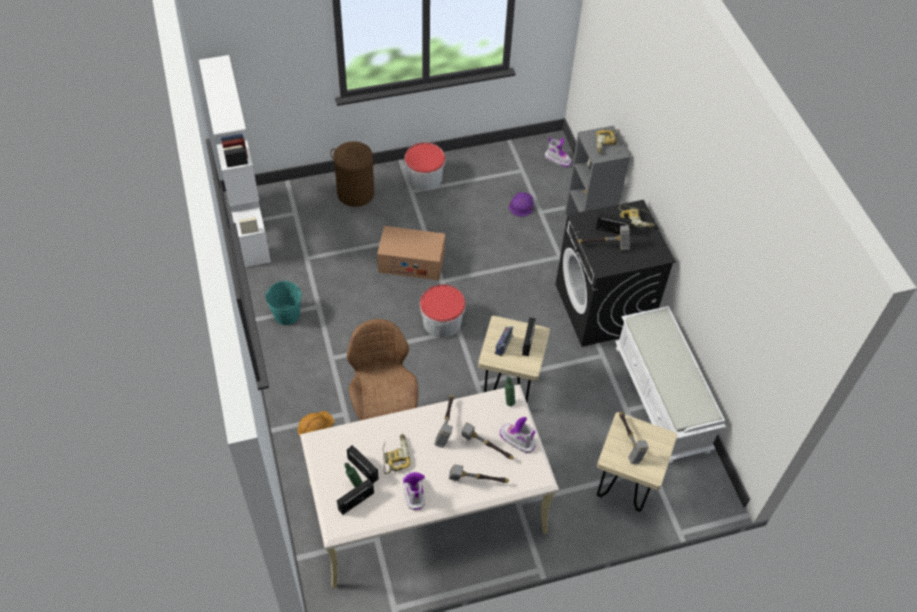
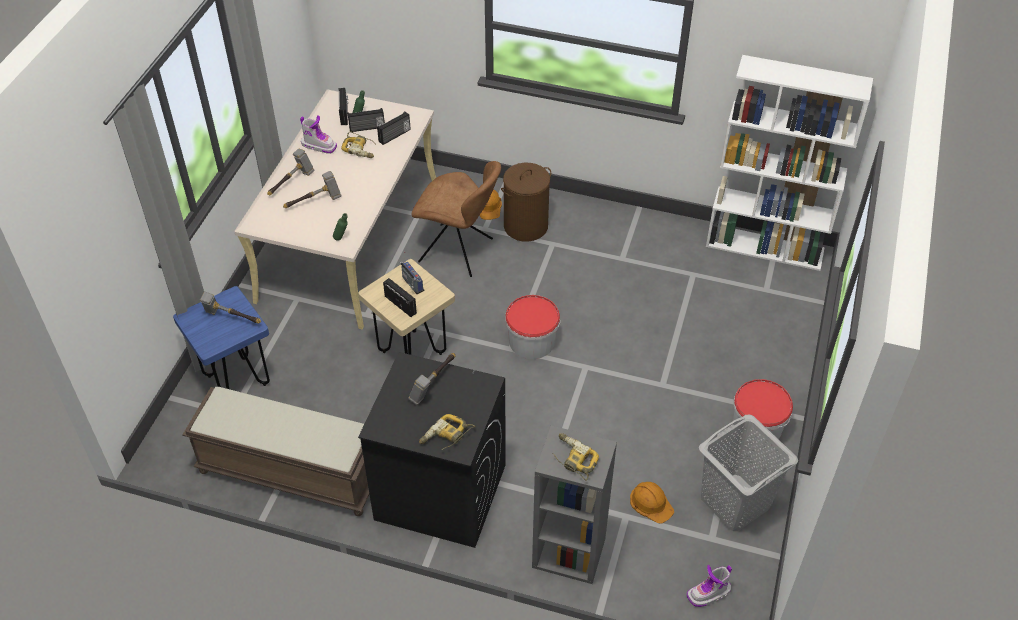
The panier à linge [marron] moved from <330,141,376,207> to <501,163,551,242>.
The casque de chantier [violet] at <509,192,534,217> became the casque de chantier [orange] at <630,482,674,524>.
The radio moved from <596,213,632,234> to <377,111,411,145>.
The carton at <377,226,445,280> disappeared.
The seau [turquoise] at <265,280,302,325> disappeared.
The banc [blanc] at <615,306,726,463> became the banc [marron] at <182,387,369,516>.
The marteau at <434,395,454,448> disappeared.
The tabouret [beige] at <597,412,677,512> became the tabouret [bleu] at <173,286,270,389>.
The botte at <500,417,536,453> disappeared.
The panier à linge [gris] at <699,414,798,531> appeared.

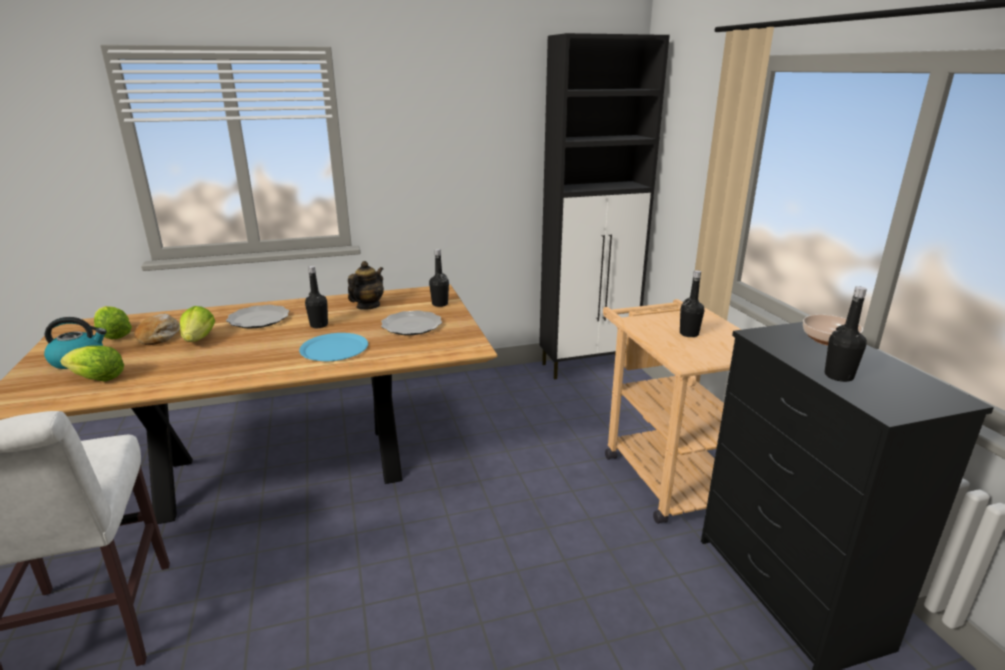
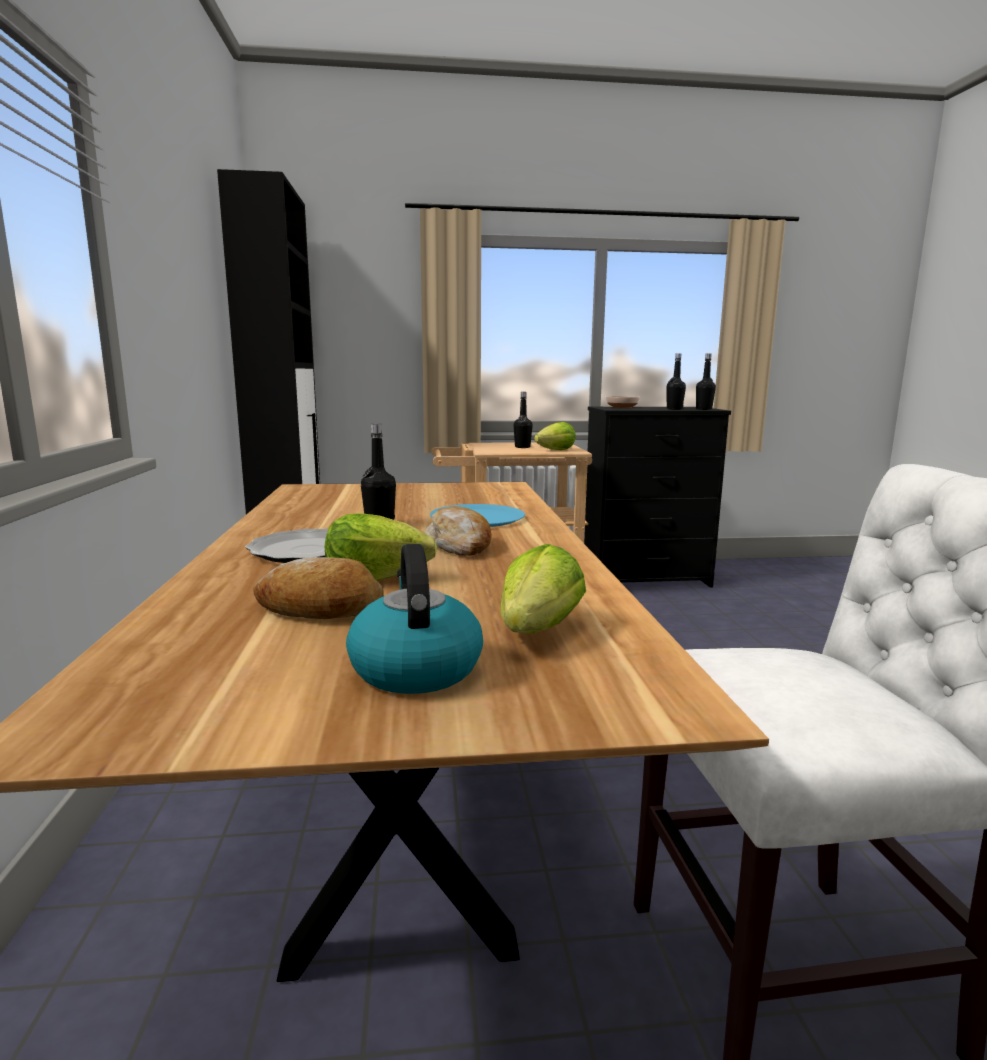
The bouteille [noir] moved from <429,249,449,307> to <696,354,716,410>.
The théière at <348,261,384,310> disappeared.
The laitue moved from <94,306,132,339> to <534,422,576,450>.
The assiette at <381,310,442,335> disappeared.
The pain at <425,506,492,556> appeared.

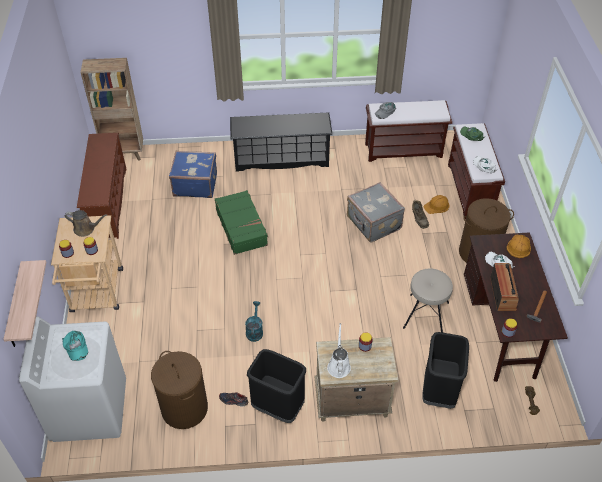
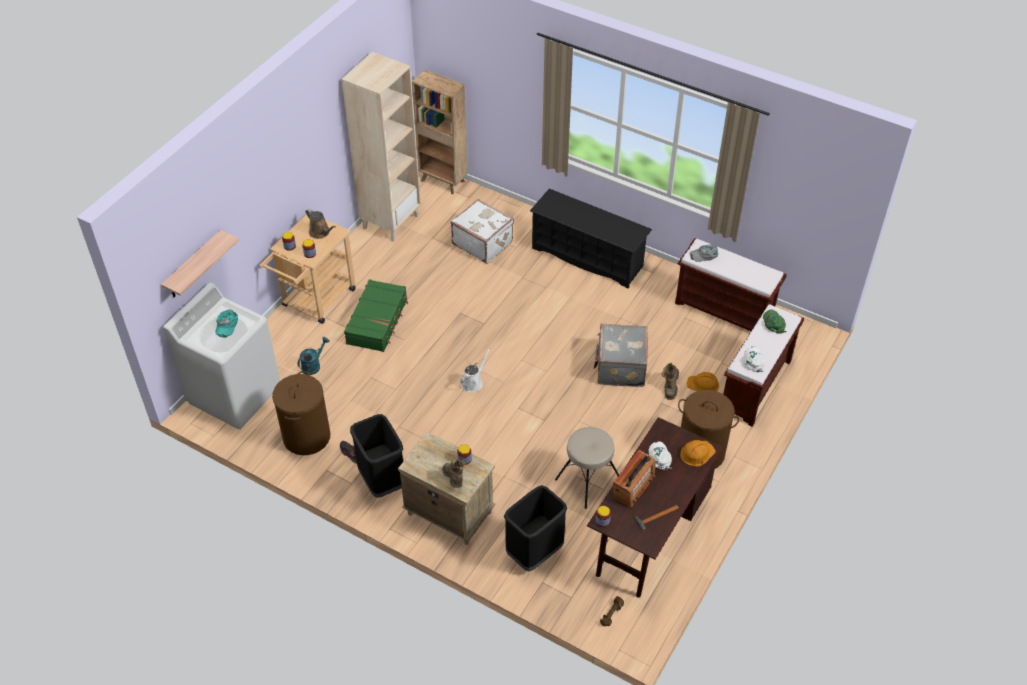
The étagère à chaussures [marron] at <77,133,126,239> was replaced by the bibliothèque [beige] at <341,52,421,242>.
The valise [bleu] at <169,151,217,198> became the valise [blanc] at <451,199,514,264>.
The valise [vert] moved from <215,190,268,255> to <344,279,408,352>.
The arrosoir [turquoise] moved from <245,301,263,342> to <298,337,329,375>.
The arrosoir [blanc] moved from <327,323,351,378> to <460,348,491,393>.
The botte [marron] at <442,459,465,488> appeared.

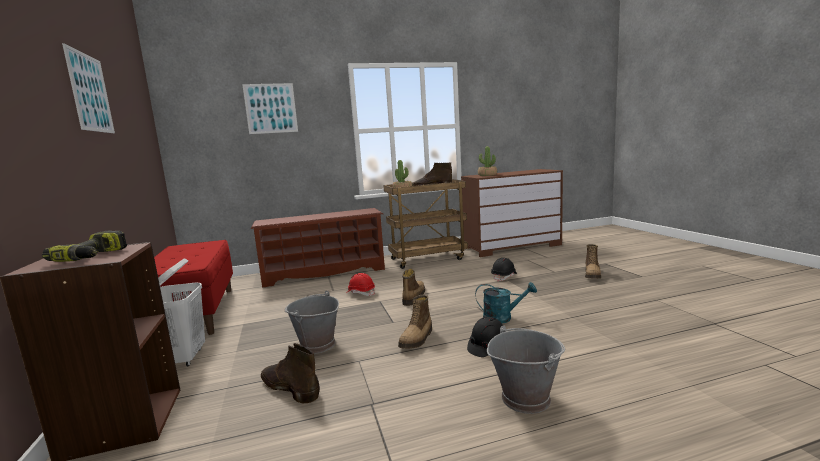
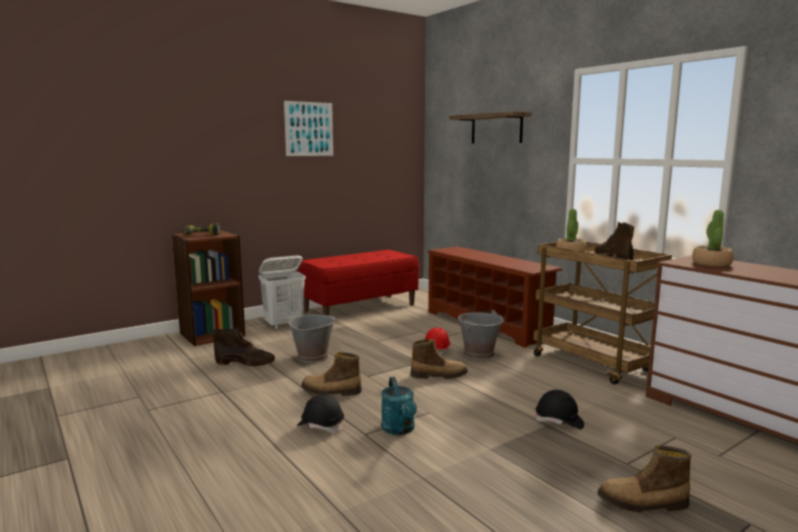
The tableau at <242,83,298,134> was replaced by the étagère at <449,111,532,144>.
The seau [gris] moved from <487,325,565,414> to <458,310,504,360>.
The botte [marron] at <261,343,320,403> turned 75 degrees clockwise.

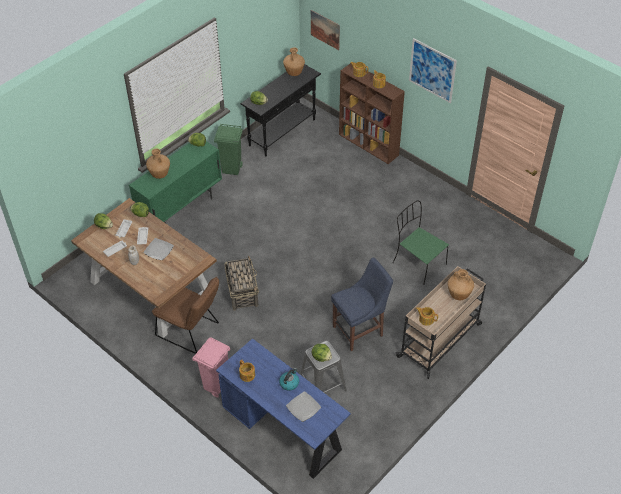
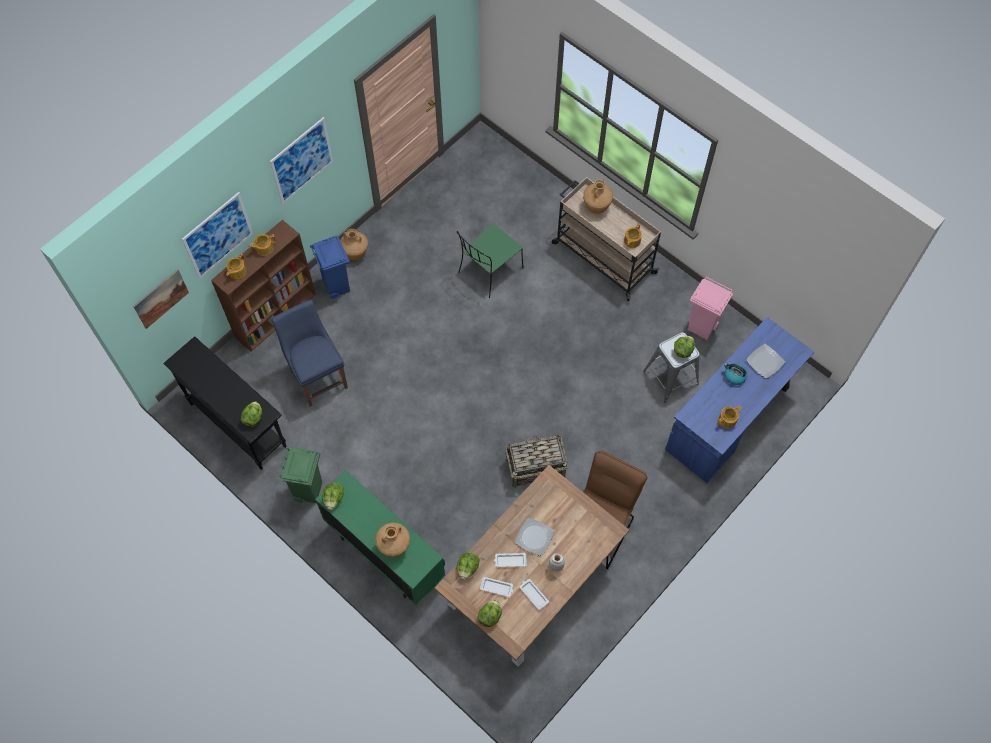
The vase [marron] moved from <283,47,305,76> to <340,229,368,260>.
The chaise [bleu] moved from <331,258,393,351> to <272,300,348,407>.
The poubelle [rose] moved from <192,337,230,398> to <688,276,733,340>.
The tableau at <182,192,253,279> appeared.
The poubelle [bleu] at <310,236,350,299> appeared.

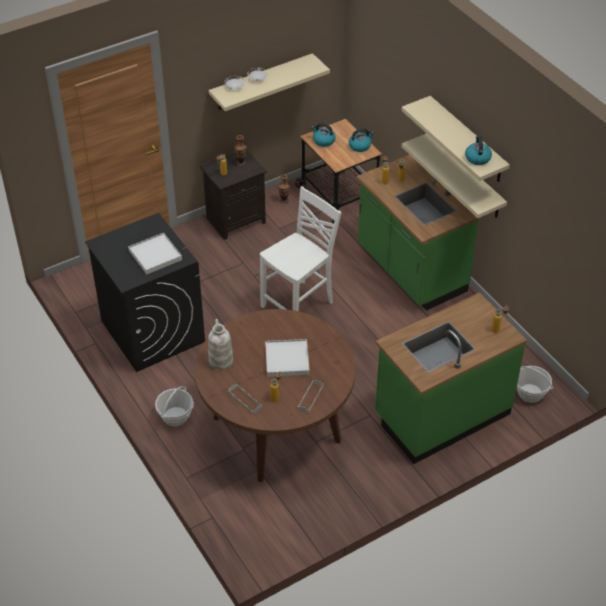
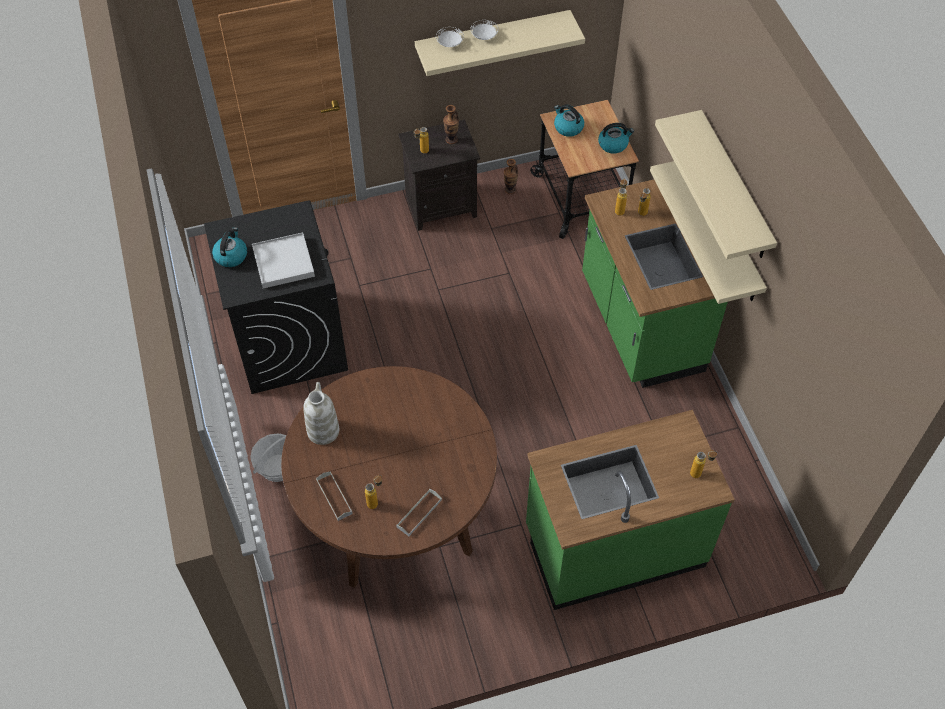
The bouilloire moved from <465,136,492,165> to <212,227,247,267>.
The chaise [blanc] at <260,186,342,311> disappeared.
The plateau [blanc] at <265,339,310,377> disappeared.
The panier at <517,366,553,403> disappeared.

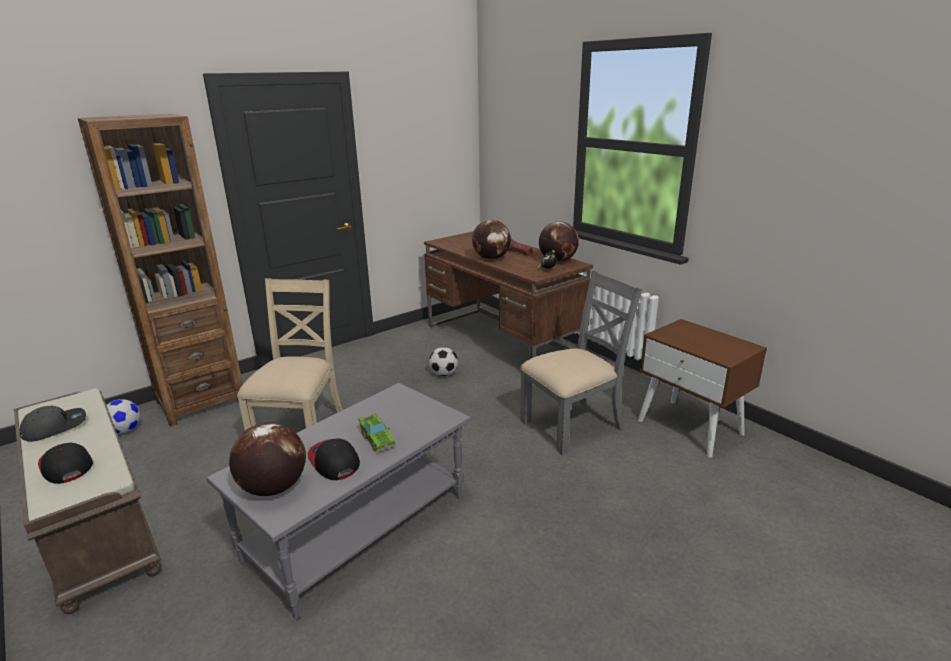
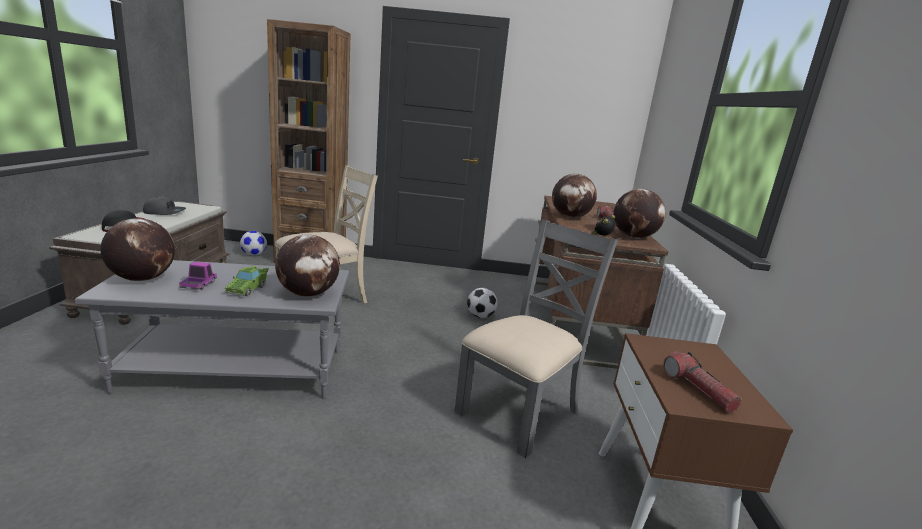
The chaise [gris] at <520,270,642,455> turned 60 degrees counterclockwise.
The casquette at <308,439,360,480> was replaced by the camion jouet at <179,262,217,290>.
The globe at <275,234,340,297> appeared.
The lampe de poche at <663,351,742,413> appeared.

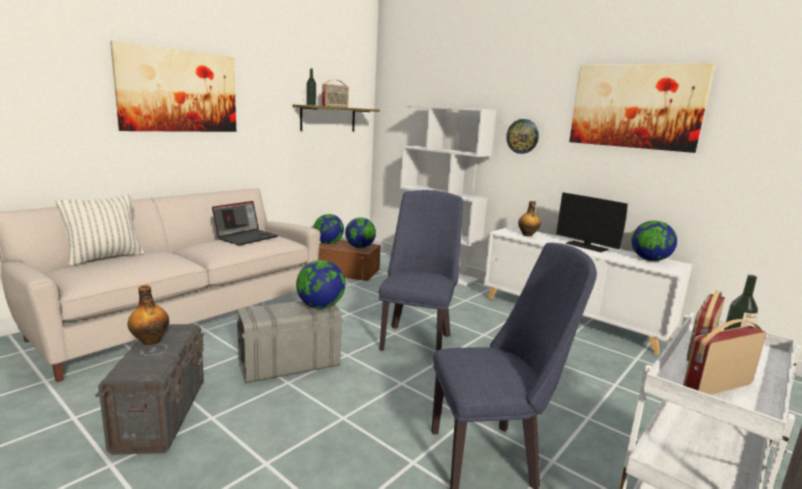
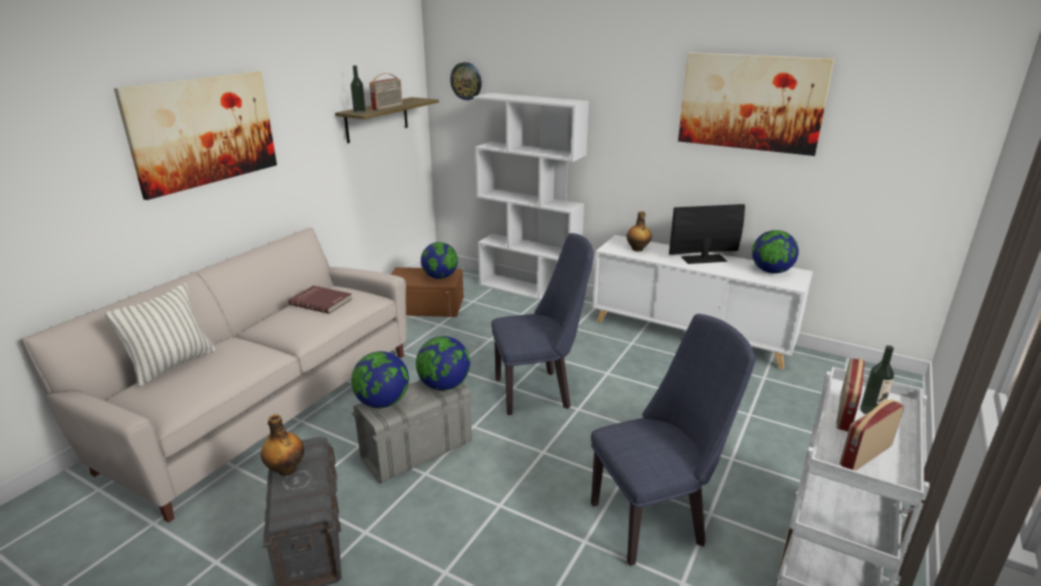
The horloge murale moved from <506,119,539,154> to <450,62,482,100>.
The chaise [bleu] at <379,190,463,351> turned 75 degrees clockwise.
The écran d'ordinateur at <556,193,628,252> turned 135 degrees clockwise.
The ordinateur portable at <212,201,278,245> was replaced by the livre [rouge] at <288,286,352,314>.
The globe moved from <314,214,344,244> to <351,351,409,408>.

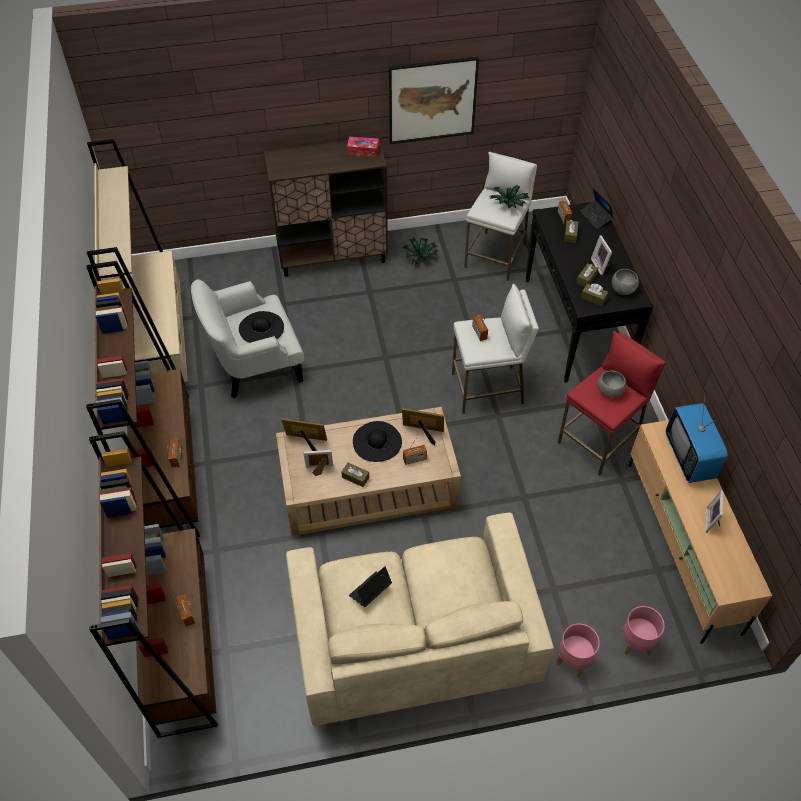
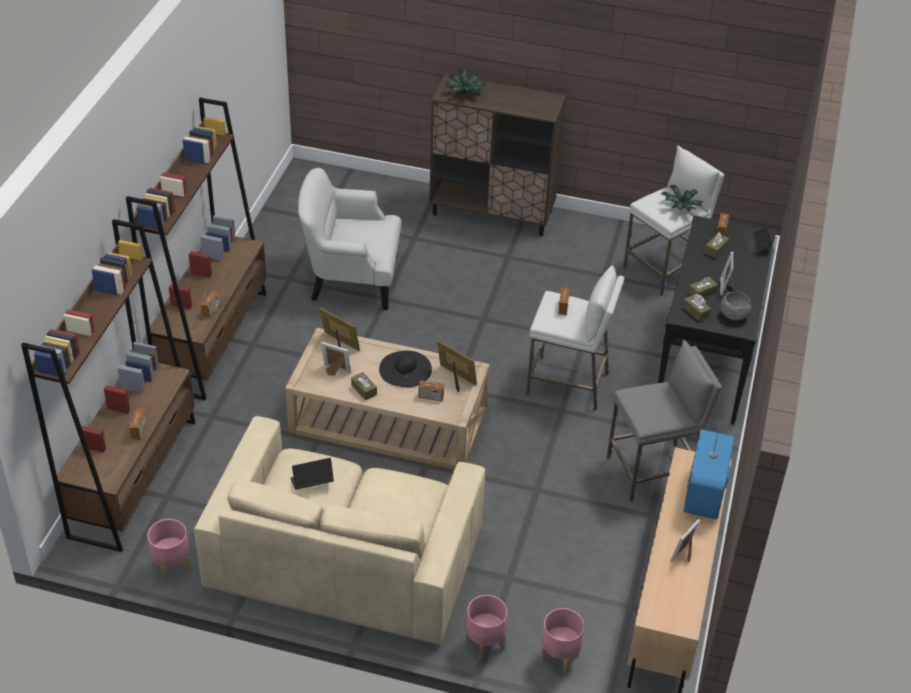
The tableau at <389,56,479,144> disappeared.
The boîte à mouchoirs at <347,137,379,157> disappeared.
The bibliothèque [beige] at <87,139,189,396> disappeared.
The plante en pot moved from <403,237,439,264> to <444,69,487,94>.
The chapeau [noir] at <239,311,284,343> disappeared.
The tabouret [rouge] at <558,331,665,475> became the tabouret [gris] at <607,340,722,502>.
The bol [gris] at <597,370,626,398> disappeared.
The cache-pot [rose] at <147,519,190,582> appeared.

